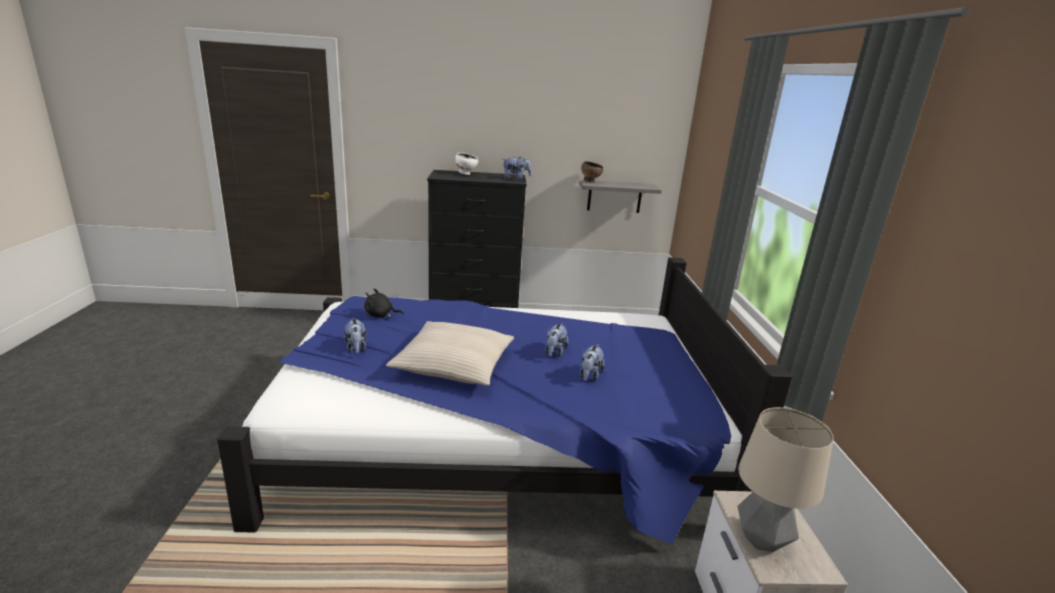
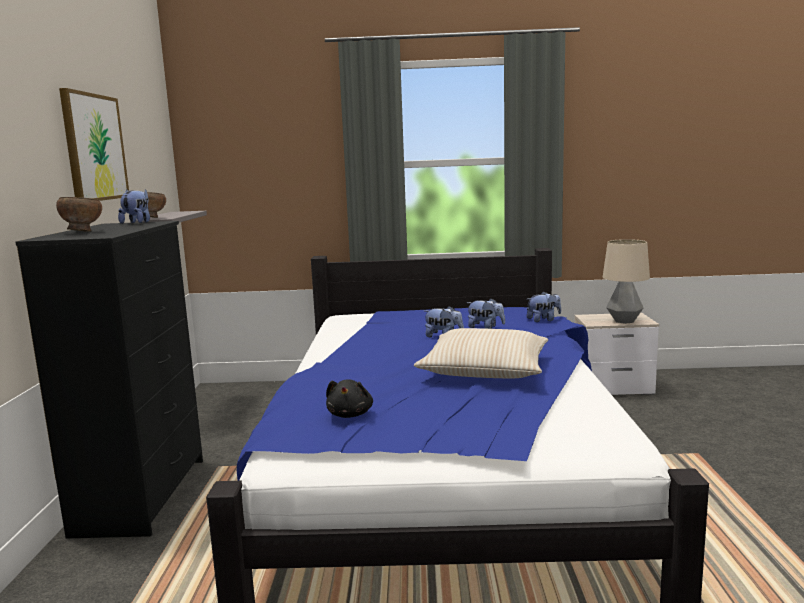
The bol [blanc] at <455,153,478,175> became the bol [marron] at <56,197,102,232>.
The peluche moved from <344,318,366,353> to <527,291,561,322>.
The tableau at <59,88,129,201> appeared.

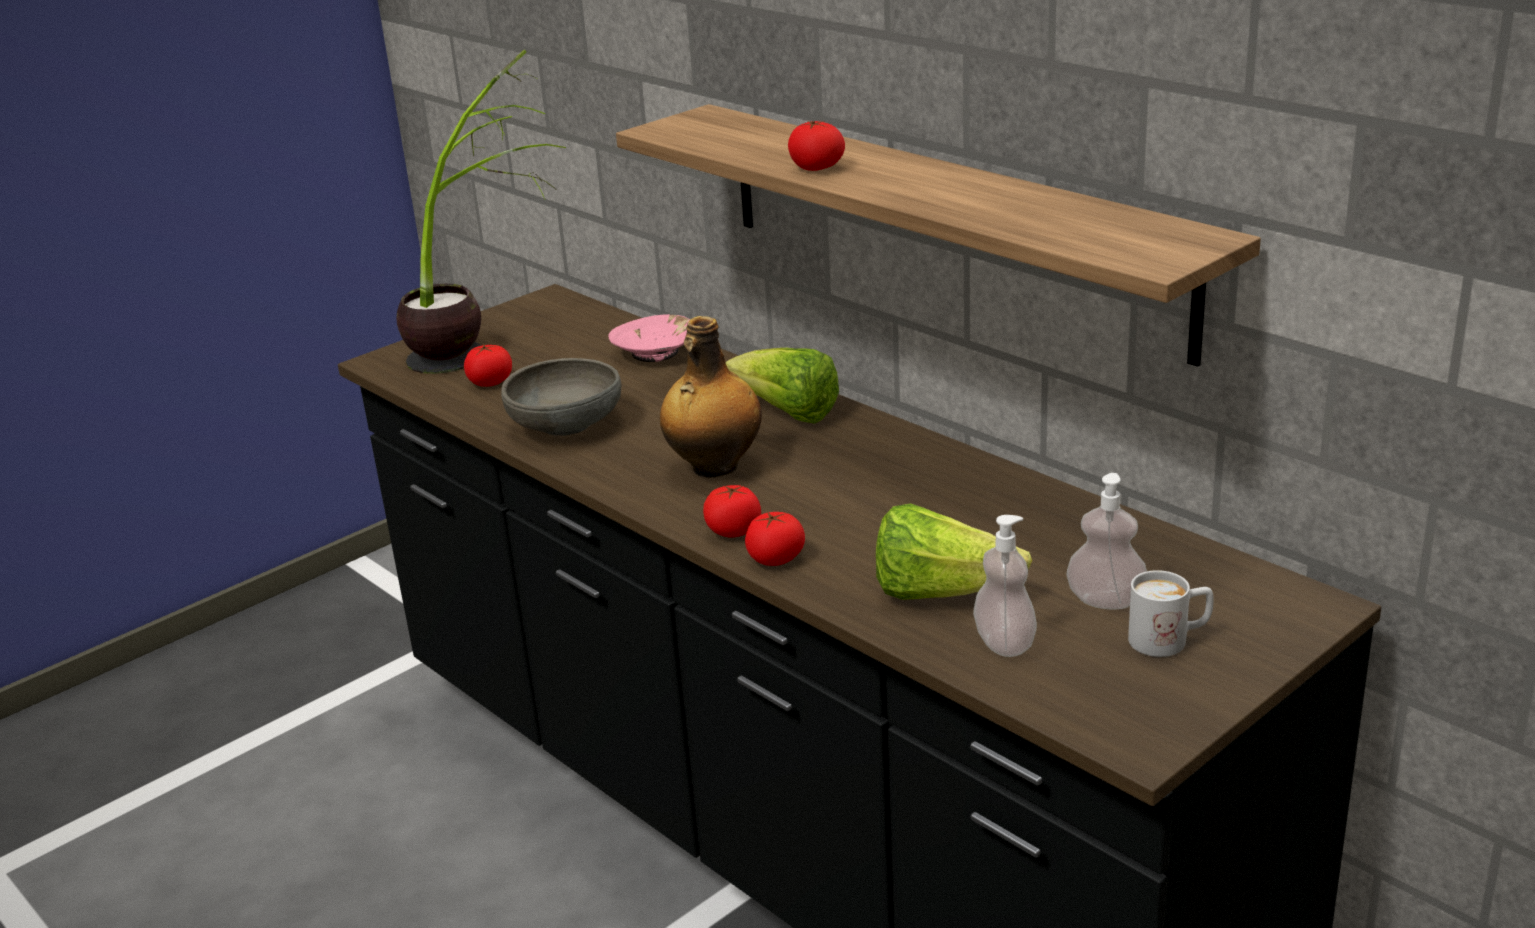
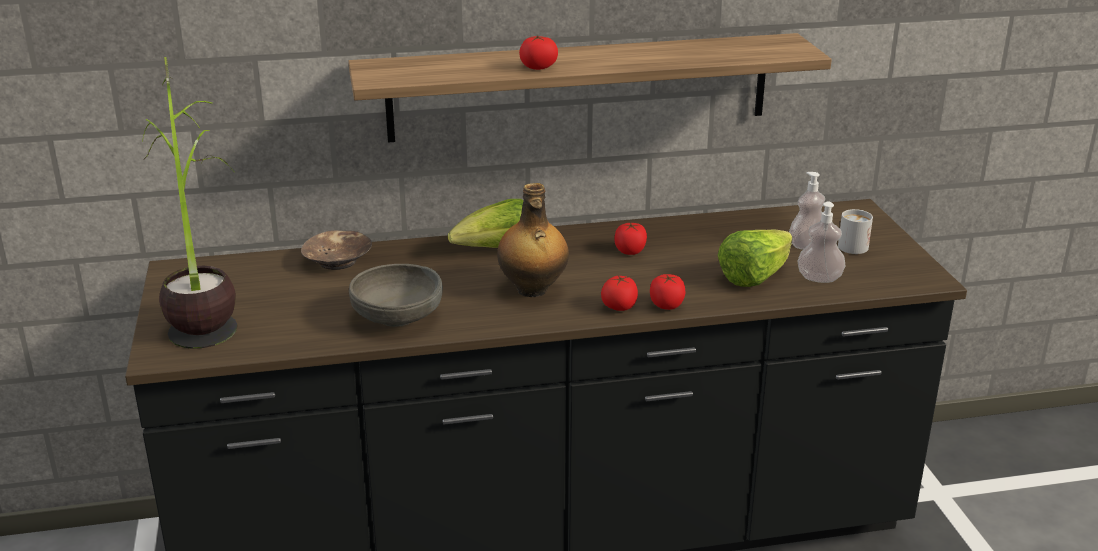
The bol [rose] at <608,314,690,362> became the bol [marron] at <301,230,372,270>.
The tomate moved from <464,344,512,387> to <615,222,647,255>.

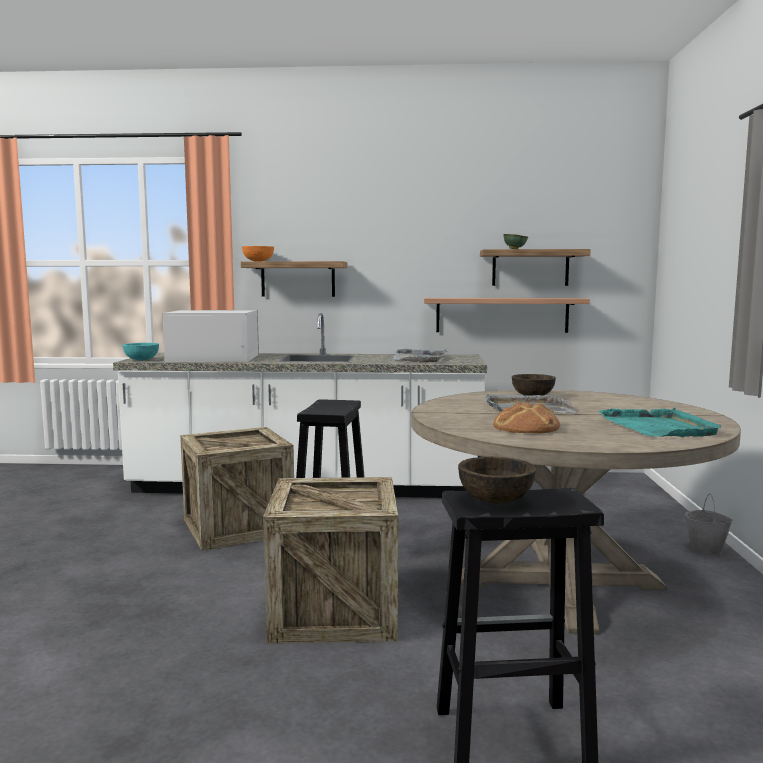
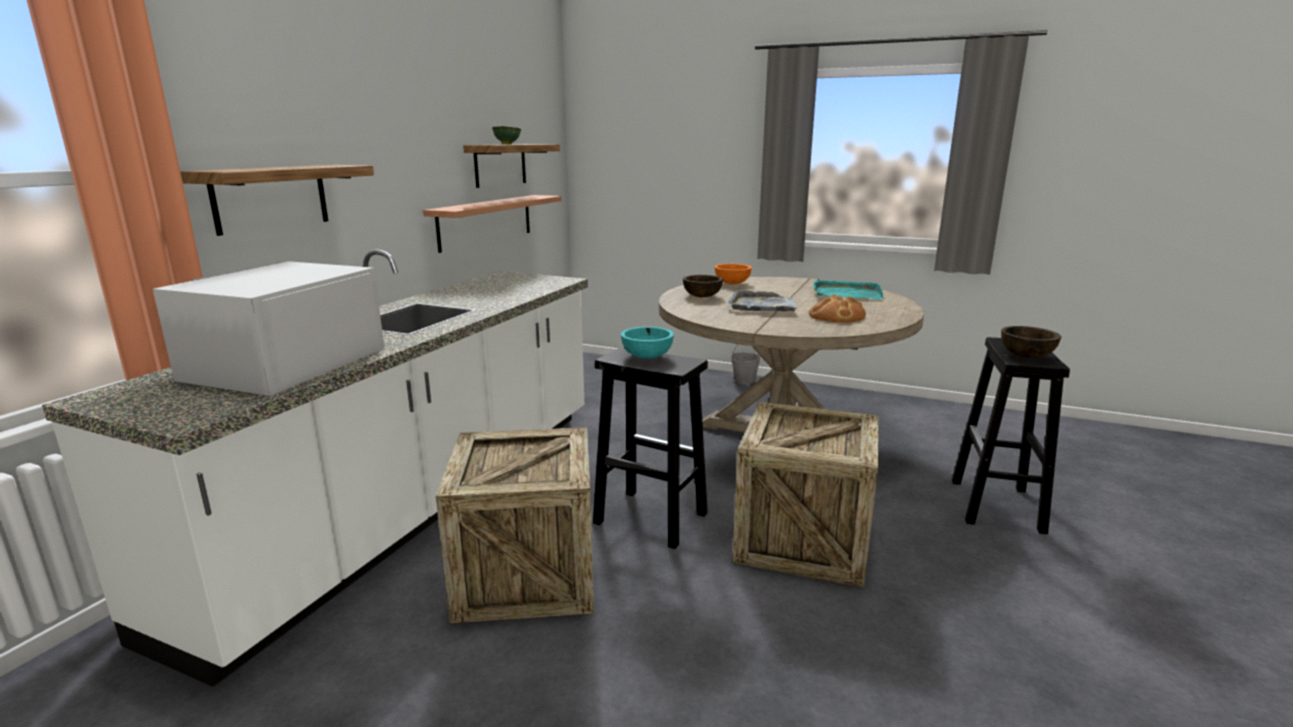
The bol [orange] moved from <242,246,274,261> to <715,264,752,284>.
The bol [turquoise] moved from <123,343,159,361> to <621,327,674,359>.
The plateau [gris] at <393,349,447,362> disappeared.

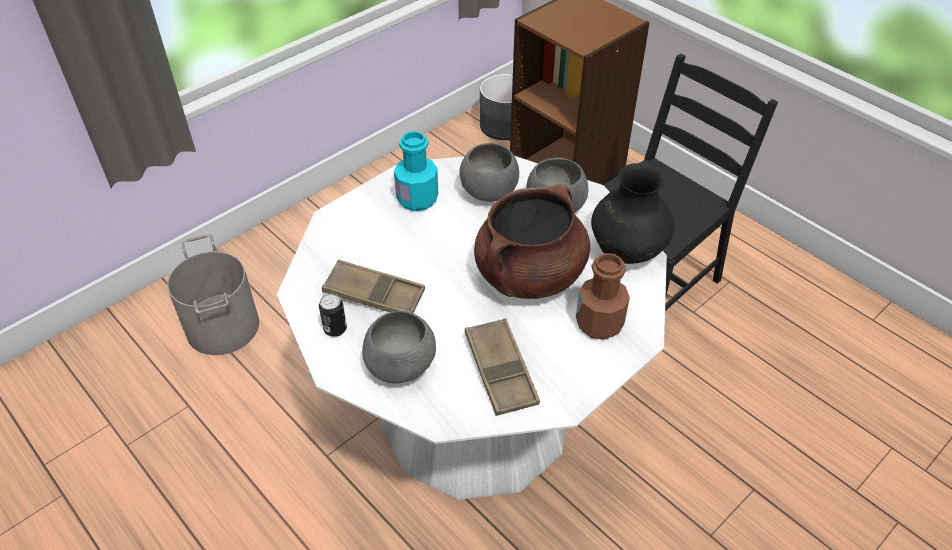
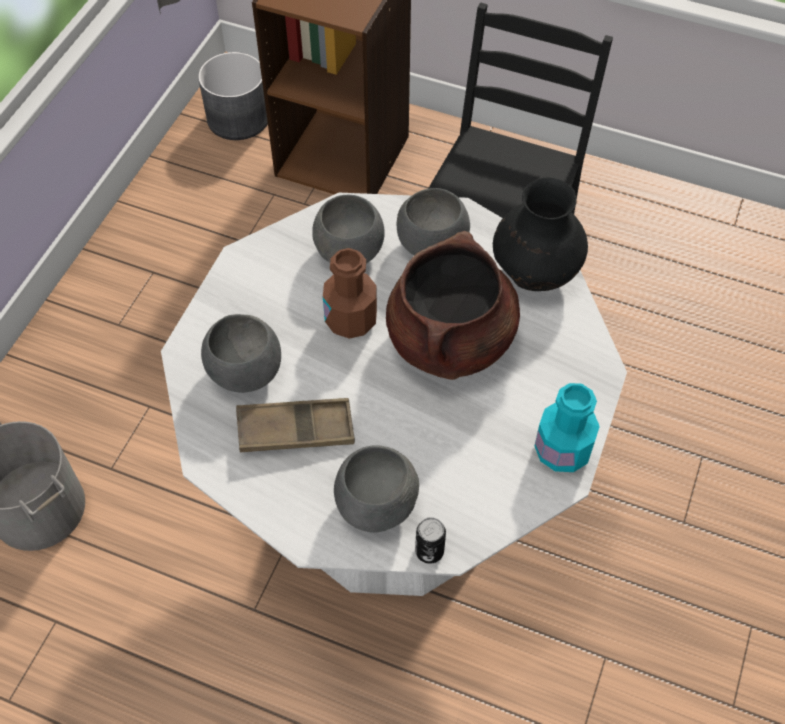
The bouteille [turquoise] moved from <394,131,438,211> to <535,383,600,472>.
The bouteille [marron] moved from <576,253,630,340> to <323,248,377,339>.
The boîte métallique moved from <319,293,347,337> to <415,517,446,564>.
The plateau [marron] at <465,318,540,416> disappeared.
The bol [gris] at <201,314,281,393> appeared.

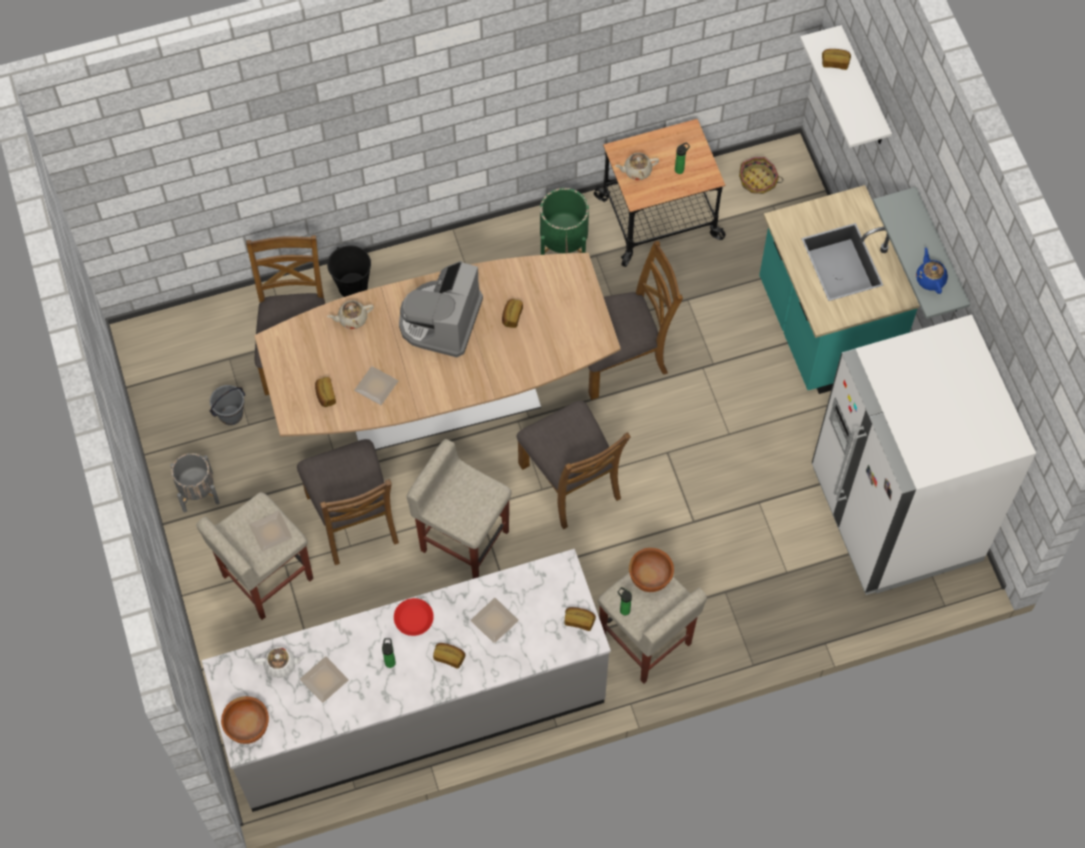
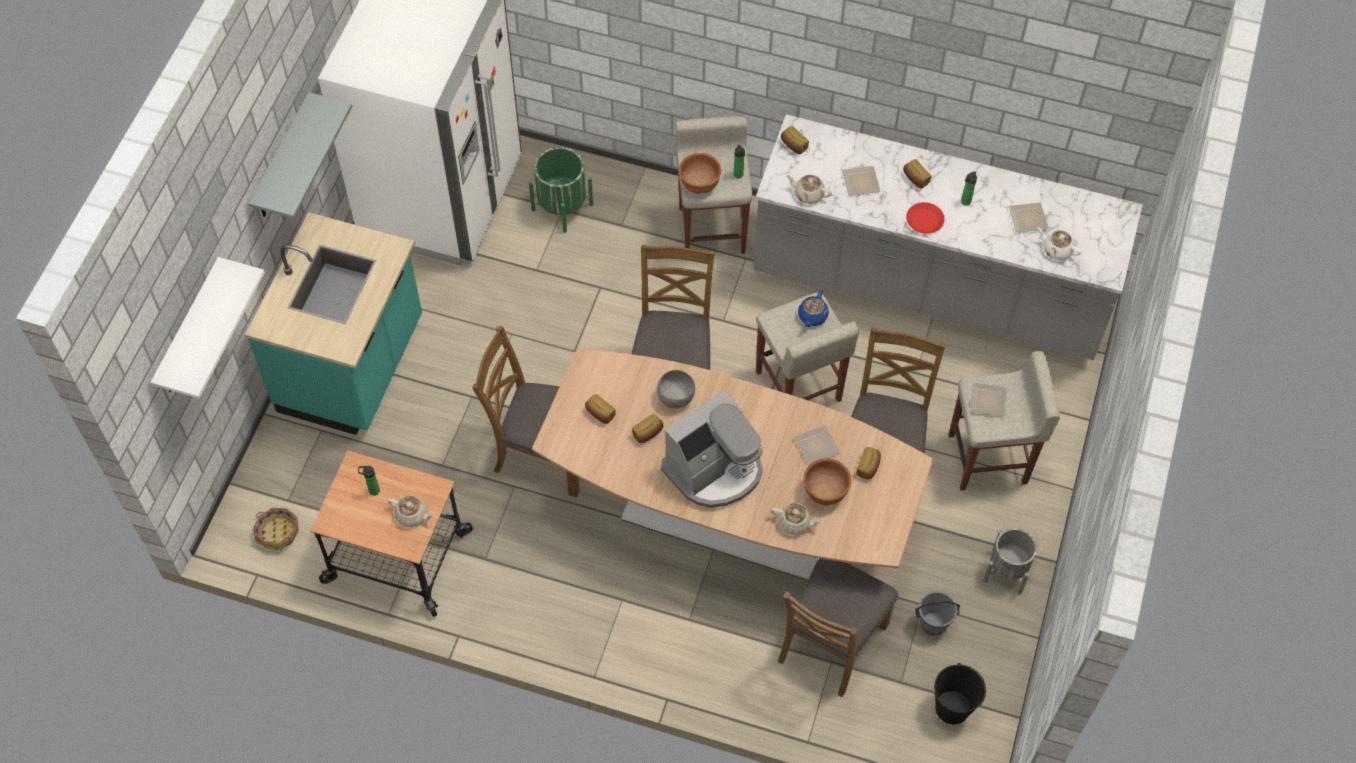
The pain moved from <822,49,851,70> to <585,394,616,424>.
The cache-pot [vert] moved from <540,188,589,255> to <529,147,593,233>.
The seau [noir] moved from <327,245,371,297> to <934,663,986,724>.
The théière [bleu] moved from <916,247,948,294> to <798,290,829,327>.
The bol [marron] moved from <221,696,269,744> to <803,458,851,506>.
The théière [beige] at <786,174,832,204> appeared.
The bol [gris] at <657,370,695,409> appeared.

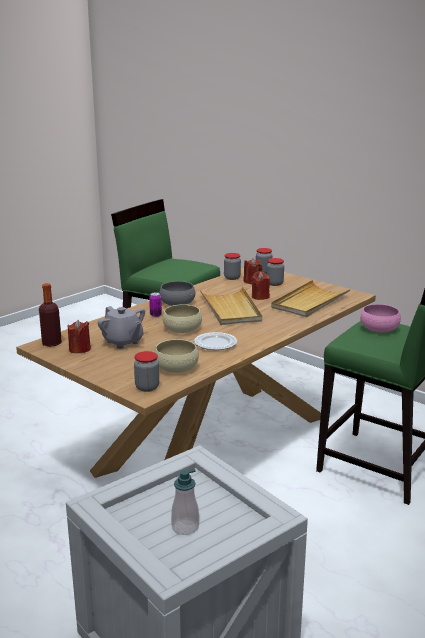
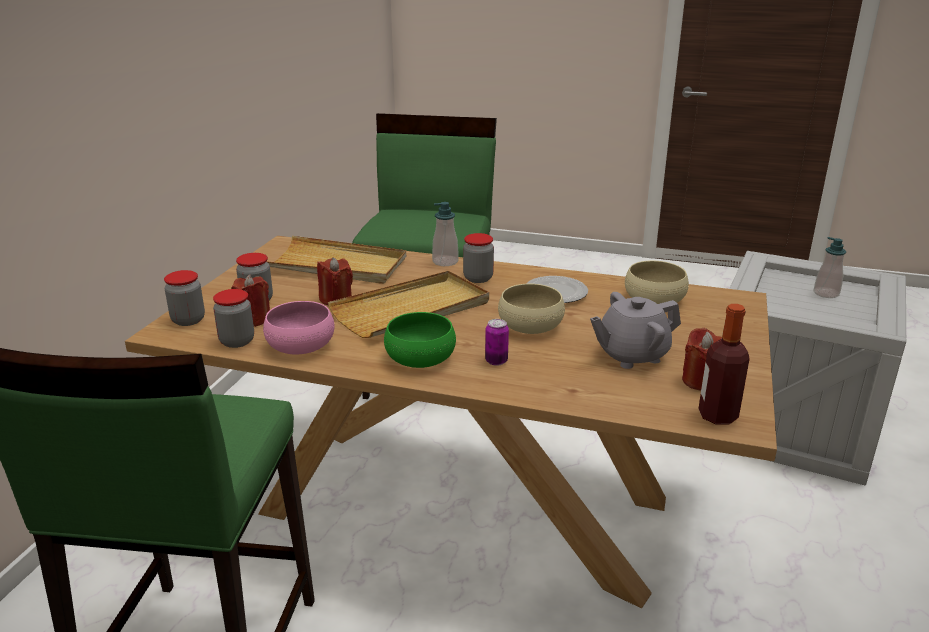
The bol [gris] at <159,281,195,306> became the bol [vert] at <384,312,456,368>.
The bol [rose] moved from <360,304,401,332> to <263,301,334,354>.
The théière [gris] at <98,306,145,349> turned 135 degrees counterclockwise.
The bocal moved from <134,351,159,392> to <463,233,494,283>.
The distributeur de savon at <432,202,458,266> appeared.

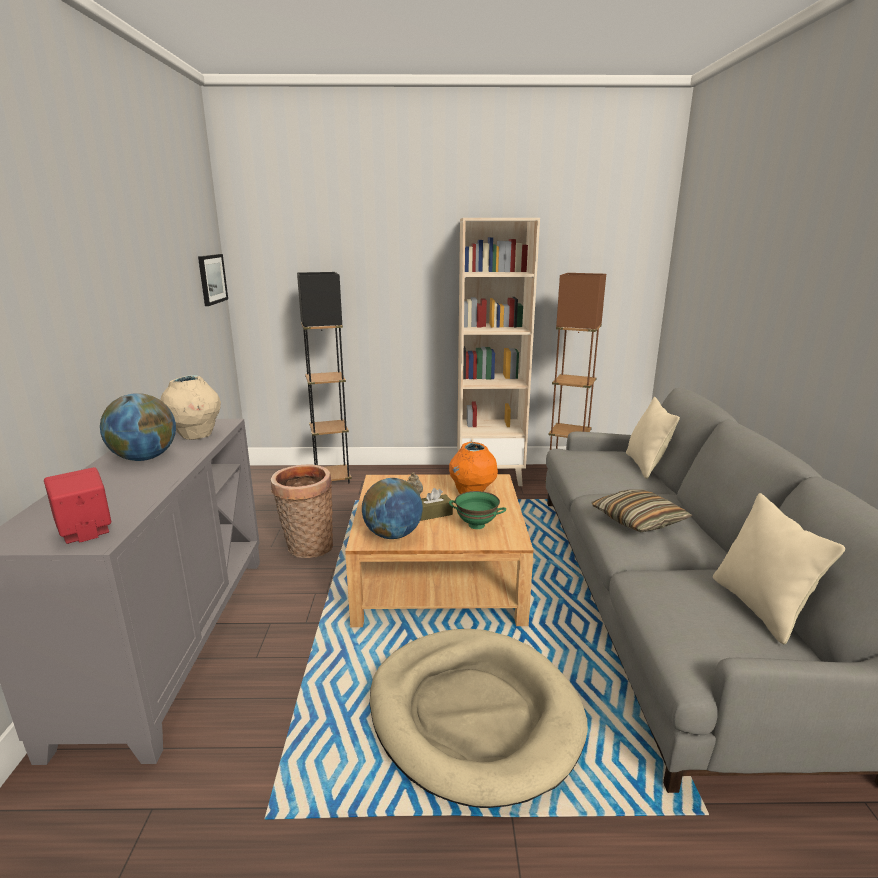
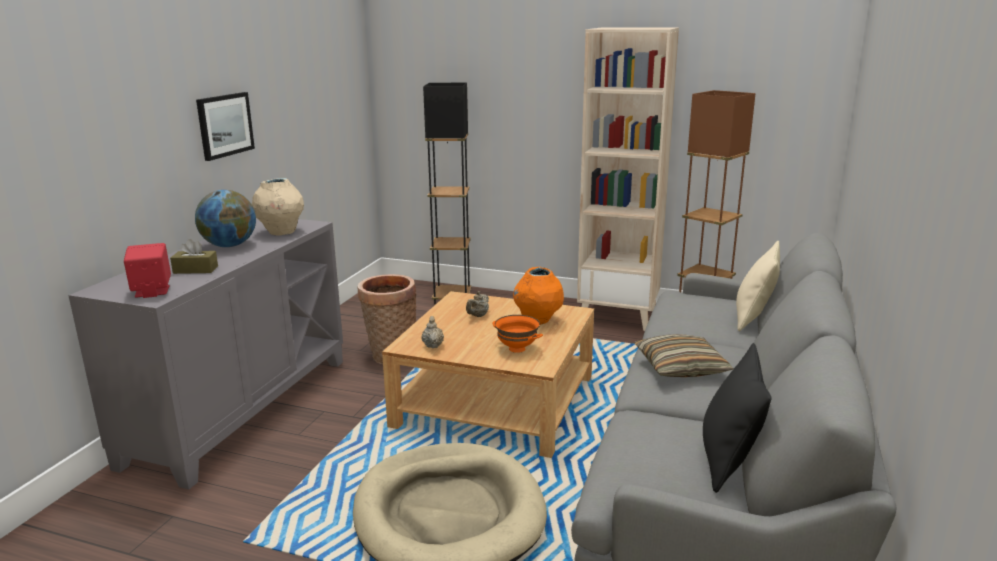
The tableau moved from <198,254,228,306> to <196,92,255,161>.
The globe at <362,478,423,539> was replaced by the théière [beige] at <421,316,444,348>.
The boîte à mouchoirs [marron] moved from <421,488,453,521> to <170,239,218,274>.
The bol [vert] at <449,491,506,529> became the bol [orange] at <492,315,543,353>.
The coussin [beige] at <713,493,845,645> became the coussin [noir] at <703,343,772,493>.

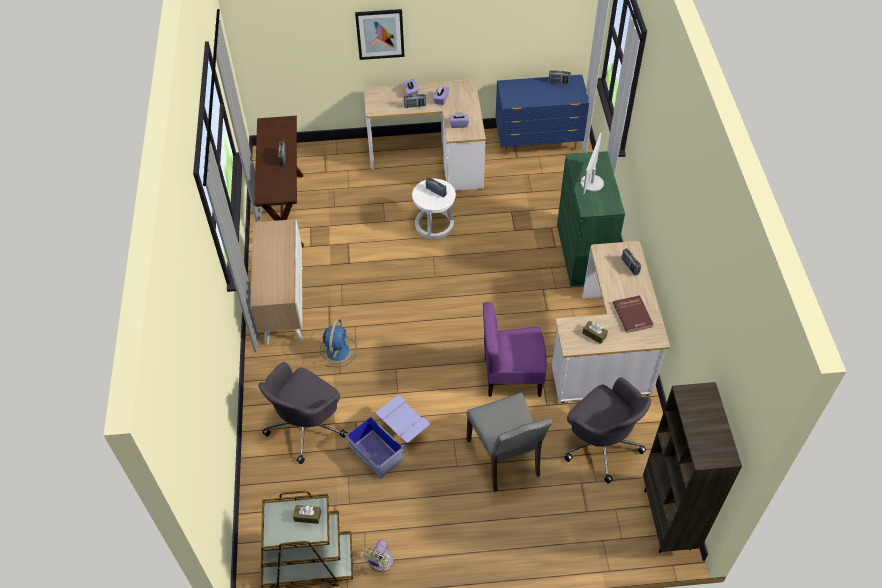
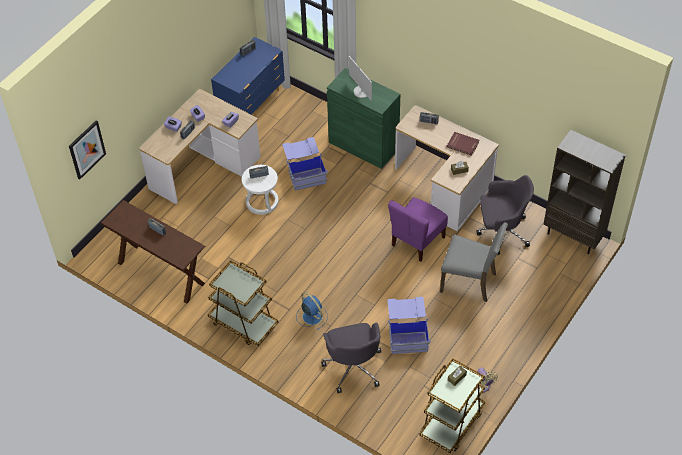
The tableau moved from <355,9,405,60> to <69,120,106,179>.
The meuble de rangement at <250,219,303,345> was replaced by the chariot [marron] at <208,260,278,346>.
The boîte de rangement [bleu] at <282,137,328,191> appeared.

